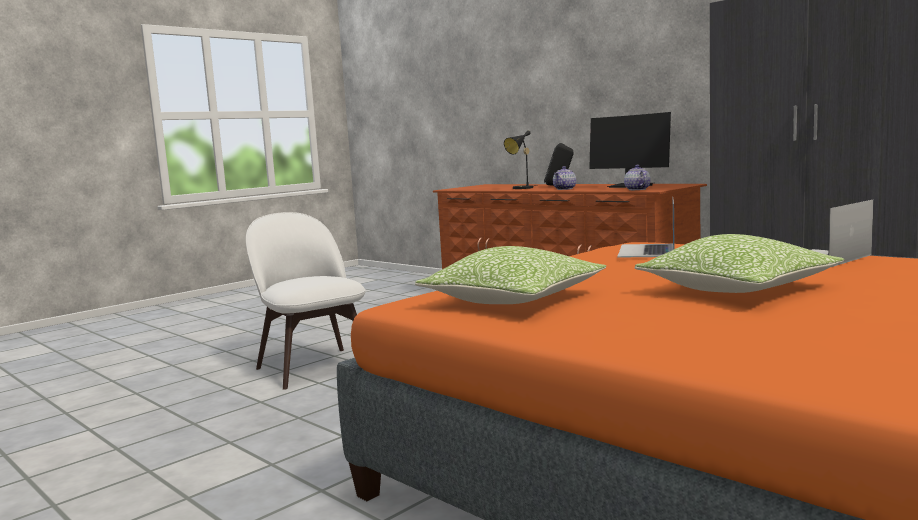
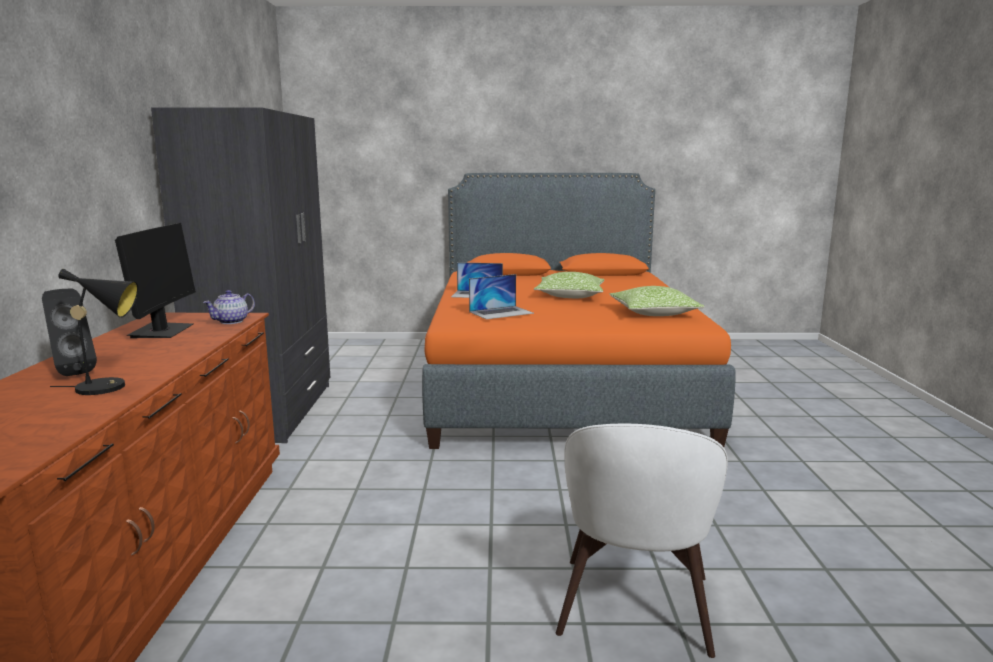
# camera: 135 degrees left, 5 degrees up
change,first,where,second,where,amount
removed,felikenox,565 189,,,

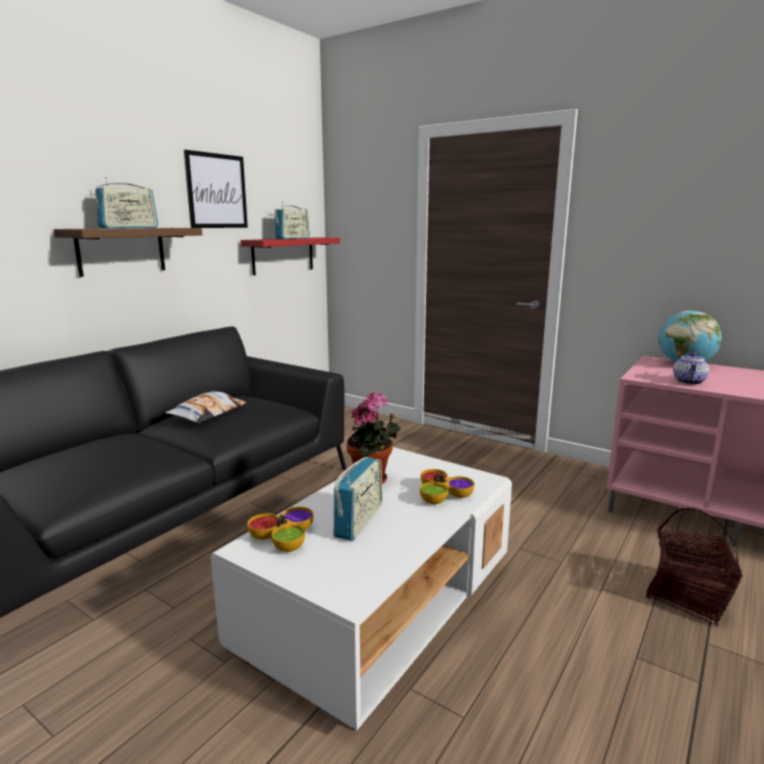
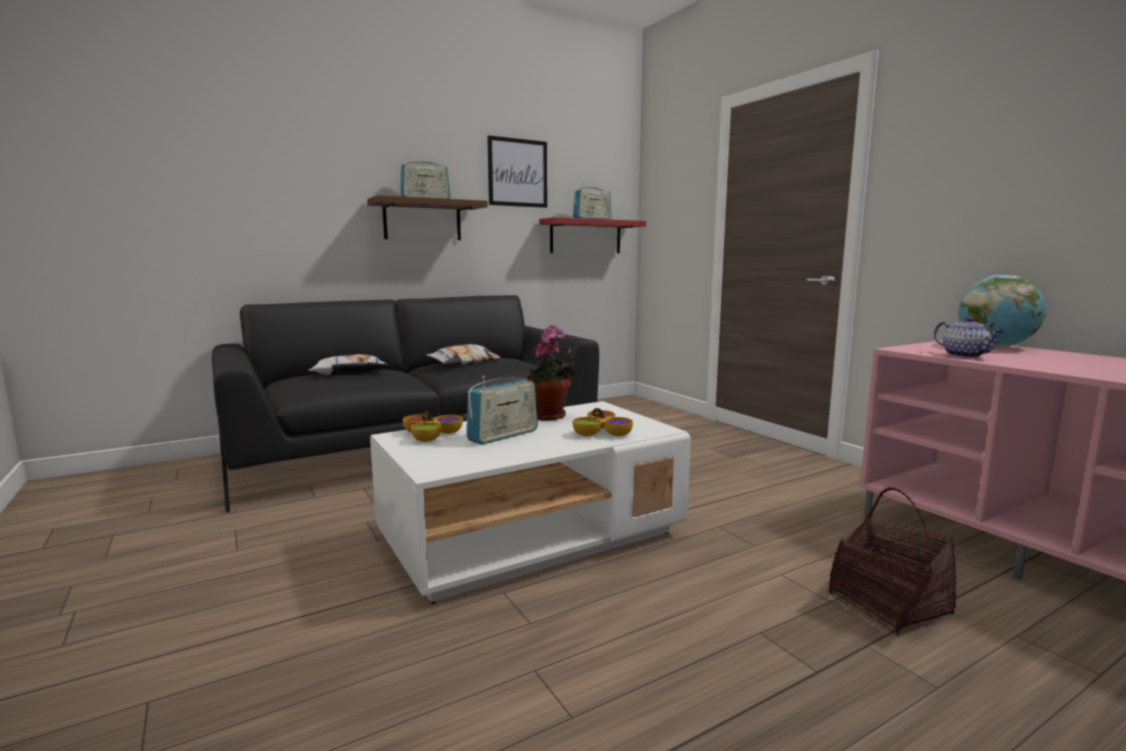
# camera: 25 degrees right, 5 degrees down
change,first,where,second,where,amount
added,,,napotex,349 372,
turned,felikenox,689 382,,965 355,75 degrees counterclockwise

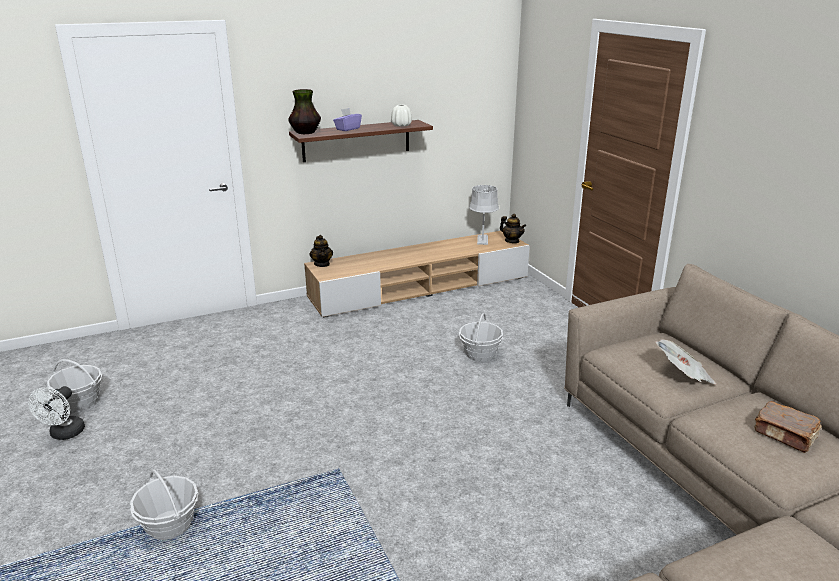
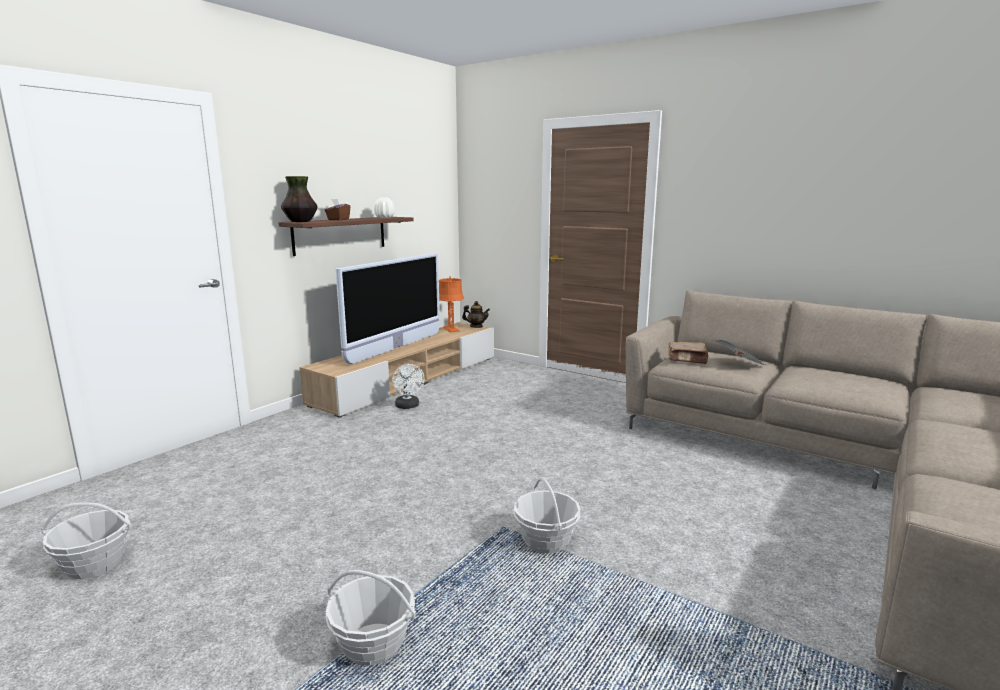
# camera: 30 degrees left, 10 degrees down
change,first,where,second,where,amount
recoloured,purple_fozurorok,347 129,brown_fozurorok,338 219,
added,,,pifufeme,396 348,
moved,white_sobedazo,64 434,,408 406,
recoloured,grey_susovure,482 240,orange_susovure,451 329,
moved,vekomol,480 353,,546 541,
moved,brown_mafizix,785 435,,687 359,
removed,felikenox,322 264,,,

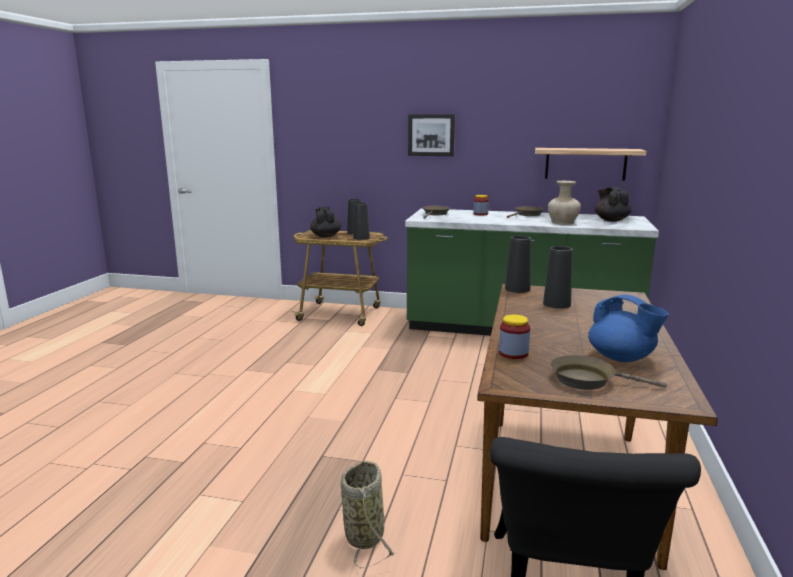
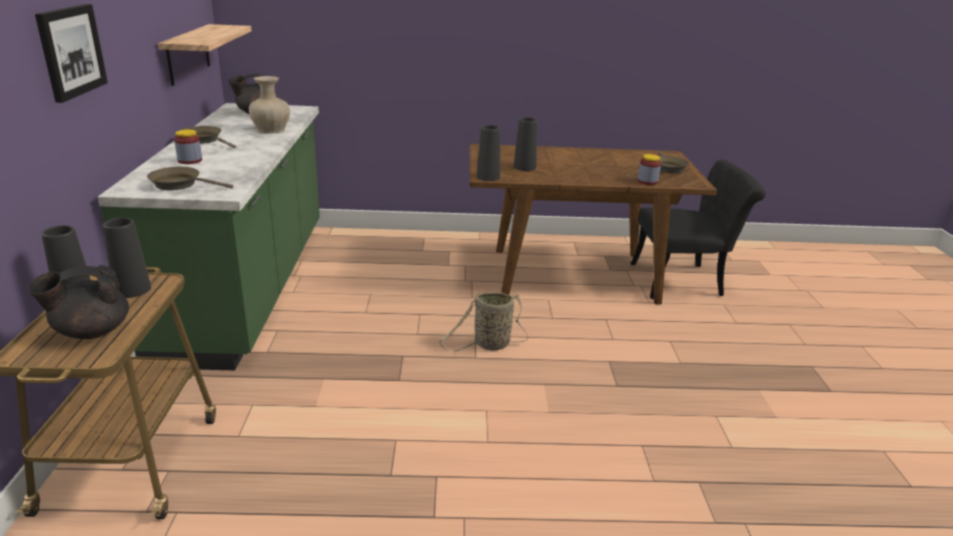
# camera: 105 degrees left, 10 degrees up
change,first,where,second,where,amount
moved,vekomol,364 534,,489 345,
removed,blue_felikenox,621 358,,,

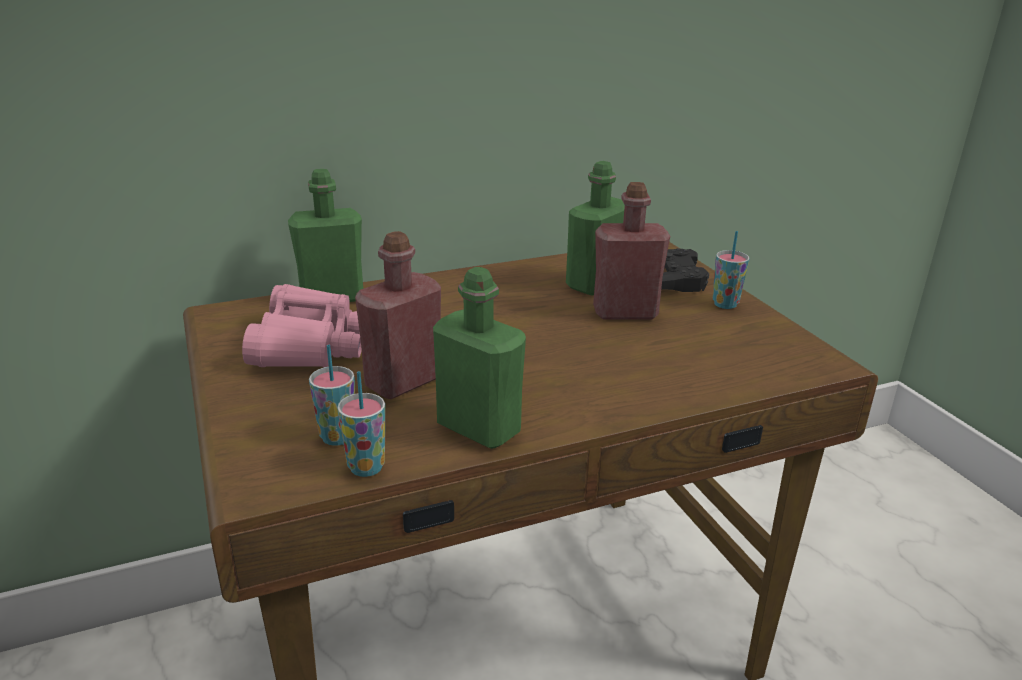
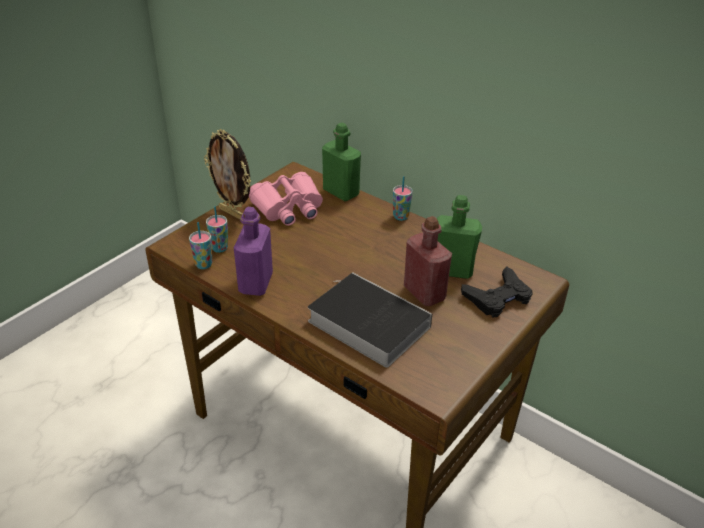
# camera: 60 degrees right, 10 degrees up
change,first,where,second,where,amount
added,,,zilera,233 214,
recoloured,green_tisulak,479 428,purple_tisulak,256 283,
added,,,mafizix,365 323,
moved,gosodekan,725 304,,400 217,
removed,red_tisulak,403 382,,,

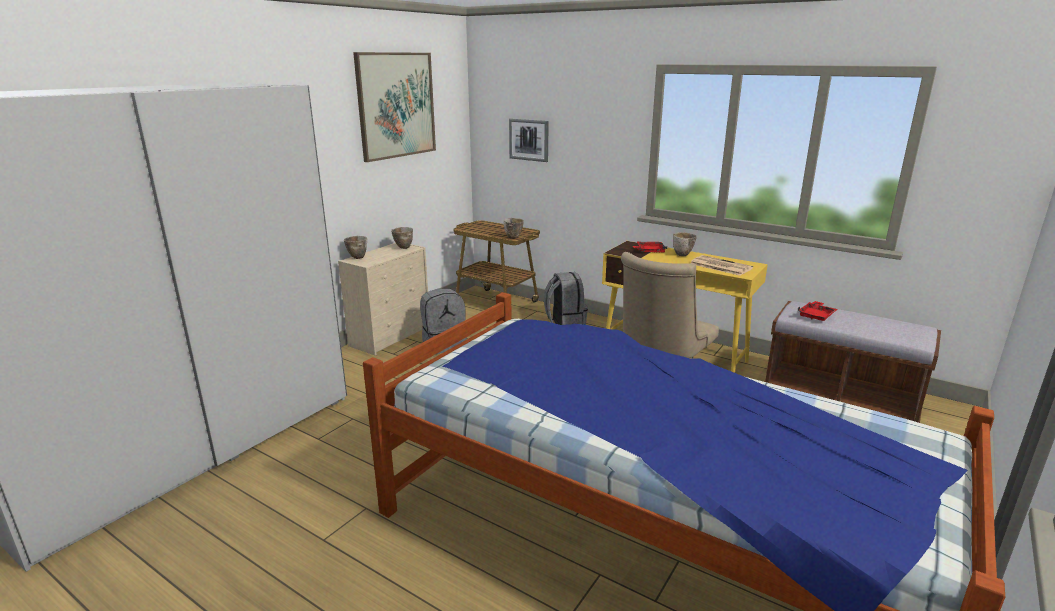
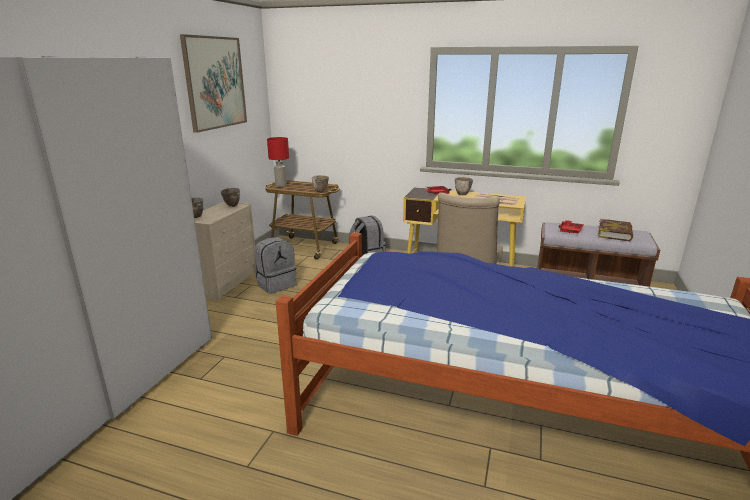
# camera: 15 degrees left, 0 degrees up
change,first,where,second,where,amount
added,,,red_susovure,280 185,
added,,,mafizix,615 233,
removed,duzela,529 140,,,

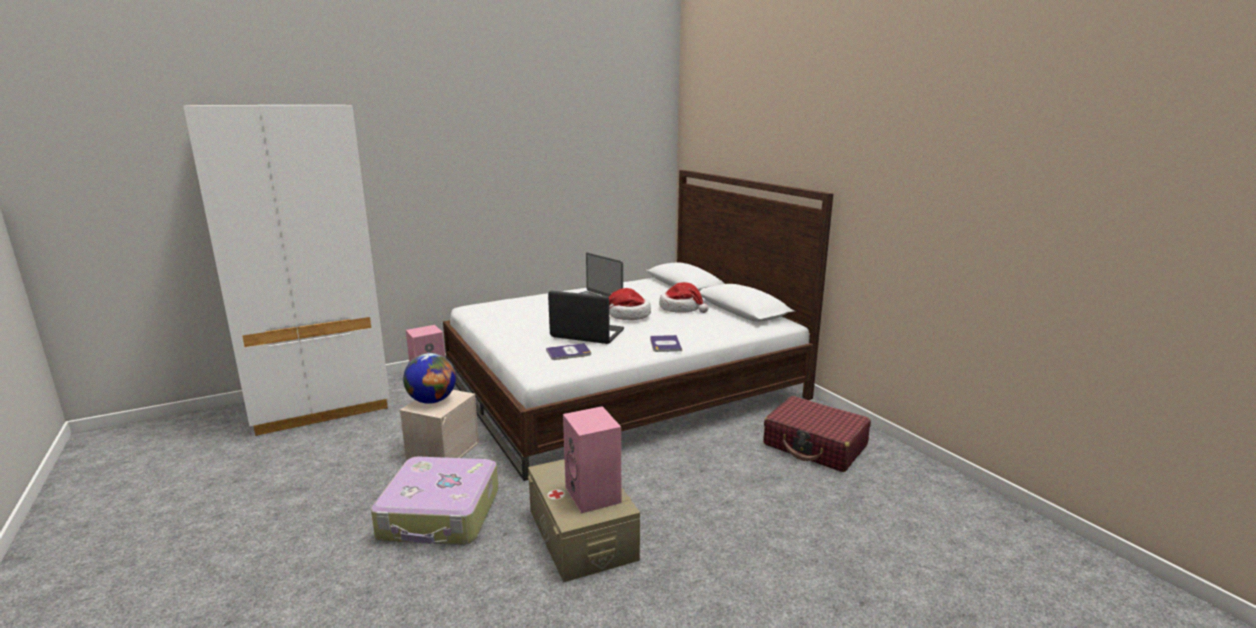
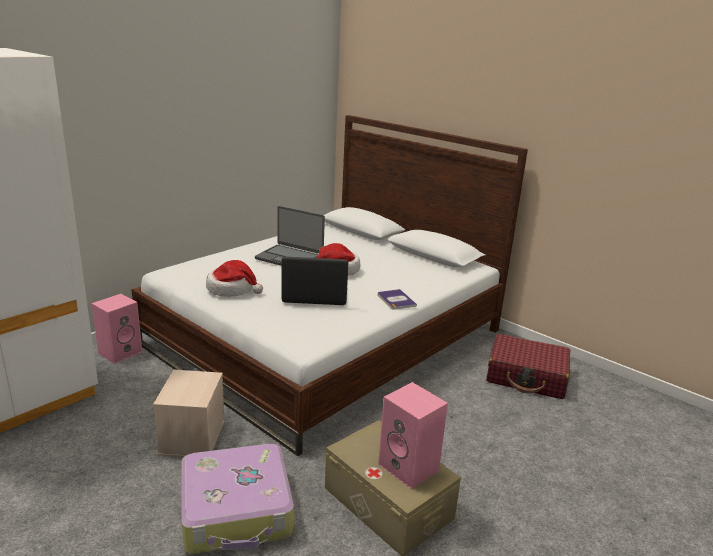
# camera: 20 degrees left, 5 degrees up
change,first,where,second,where,amount
moved,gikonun,681 308,,232 289,
removed,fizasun,432 401,,,
removed,mafizix,568 352,,,

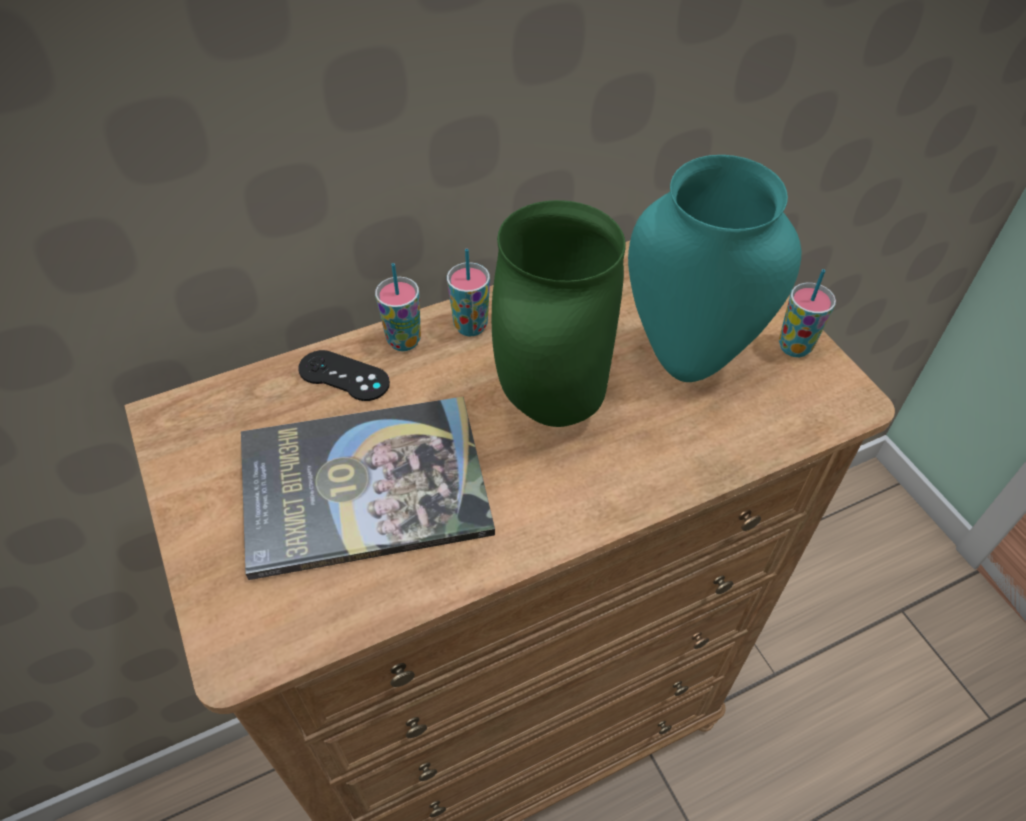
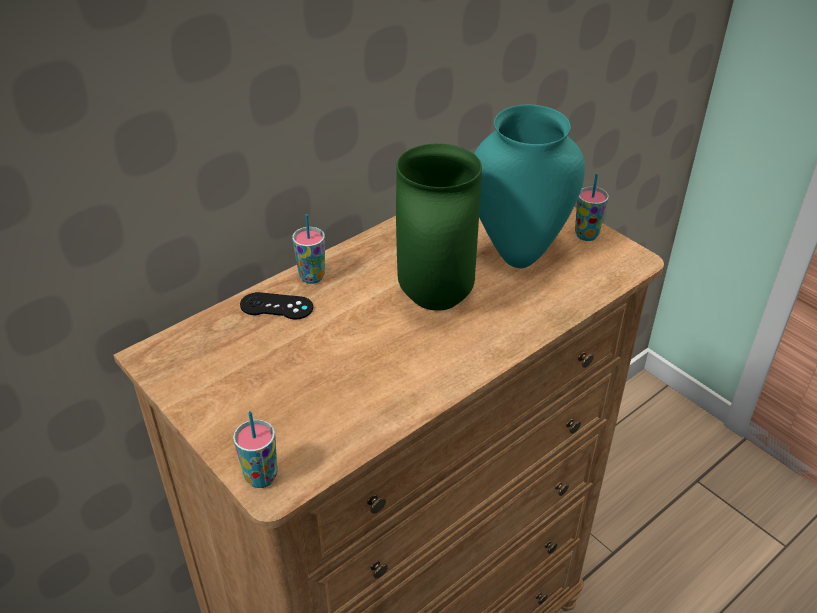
# camera: 15 degrees left, 10 degrees down
change,first,where,second,where,amount
moved,gosodekan,471 326,,261 477,
removed,mafizix,364 485,,,

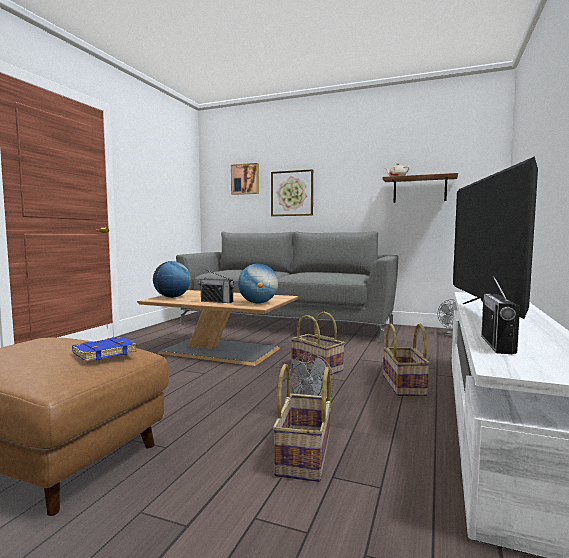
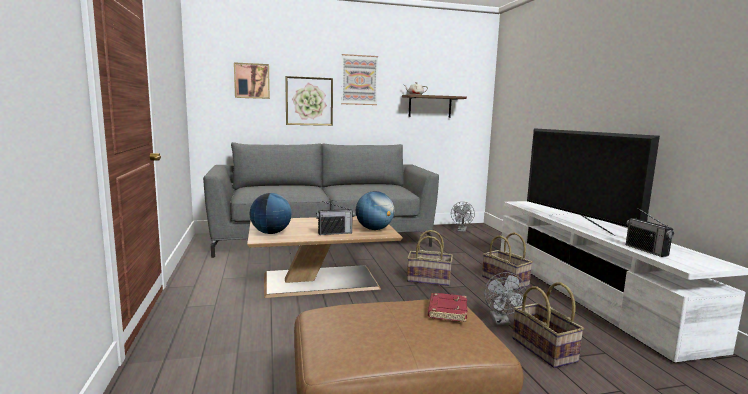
# camera: 35 degrees left, 5 degrees up
change,first,where,second,where,amount
added,,,duzela,359 80,
recoloured,blue_mafizix,105 353,red_mafizix,446 310,

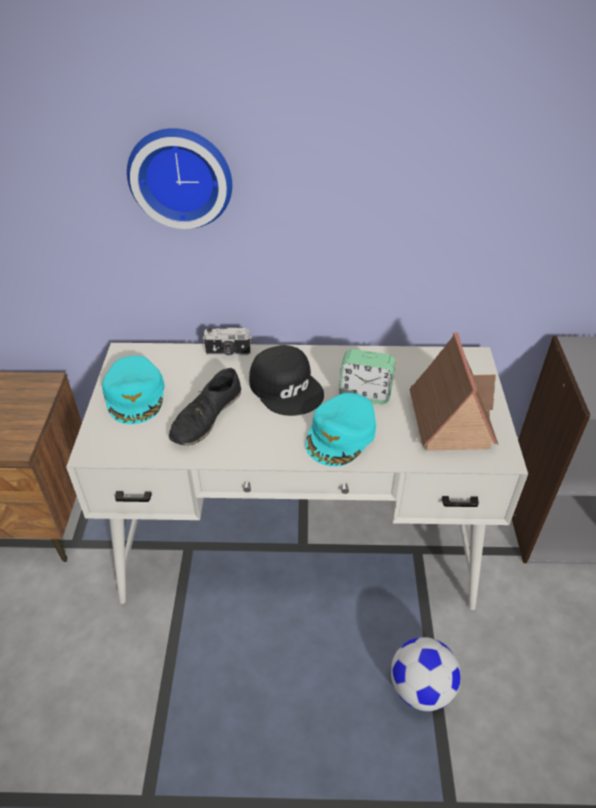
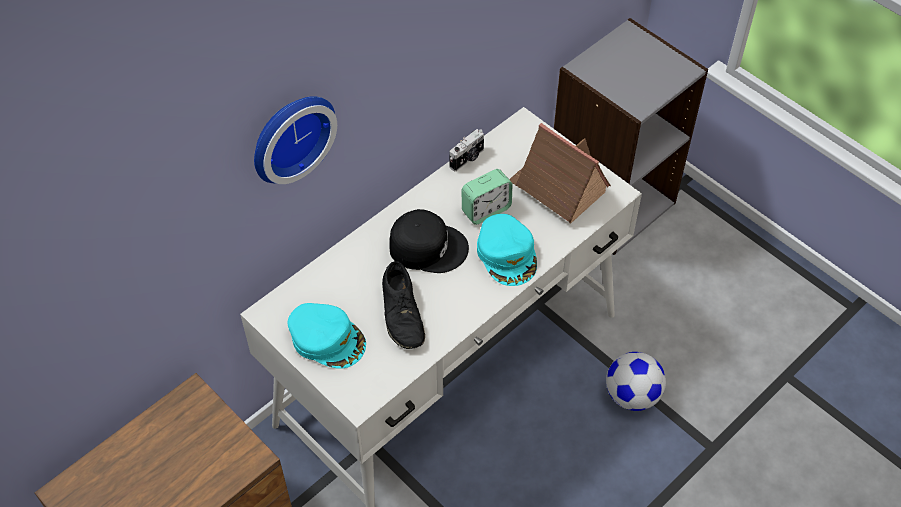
# camera: 45 degrees left, 10 degrees up
change,first,where,second,where,amount
moved,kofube,228 353,,467 159,

